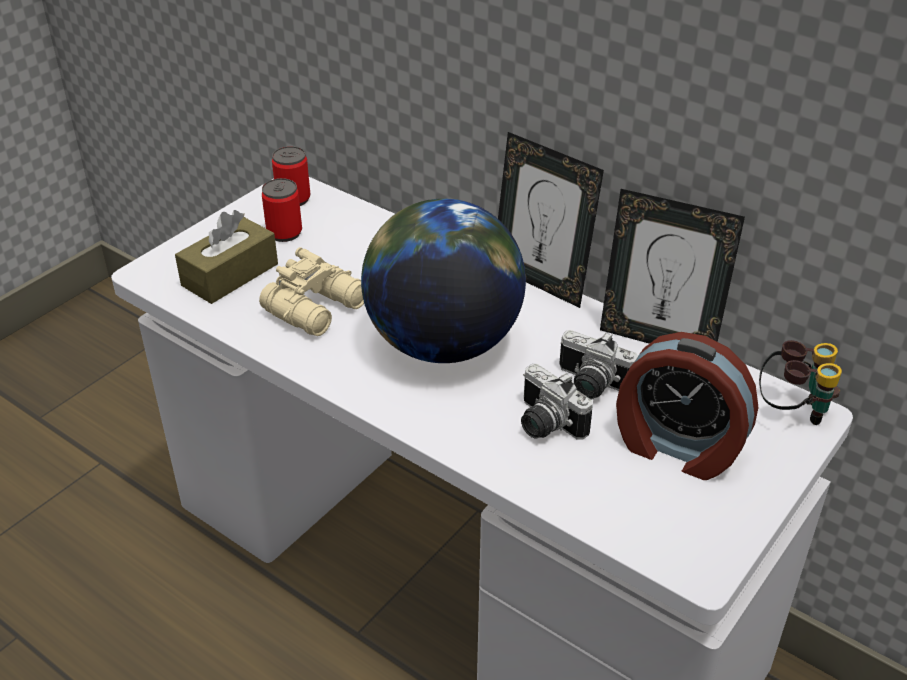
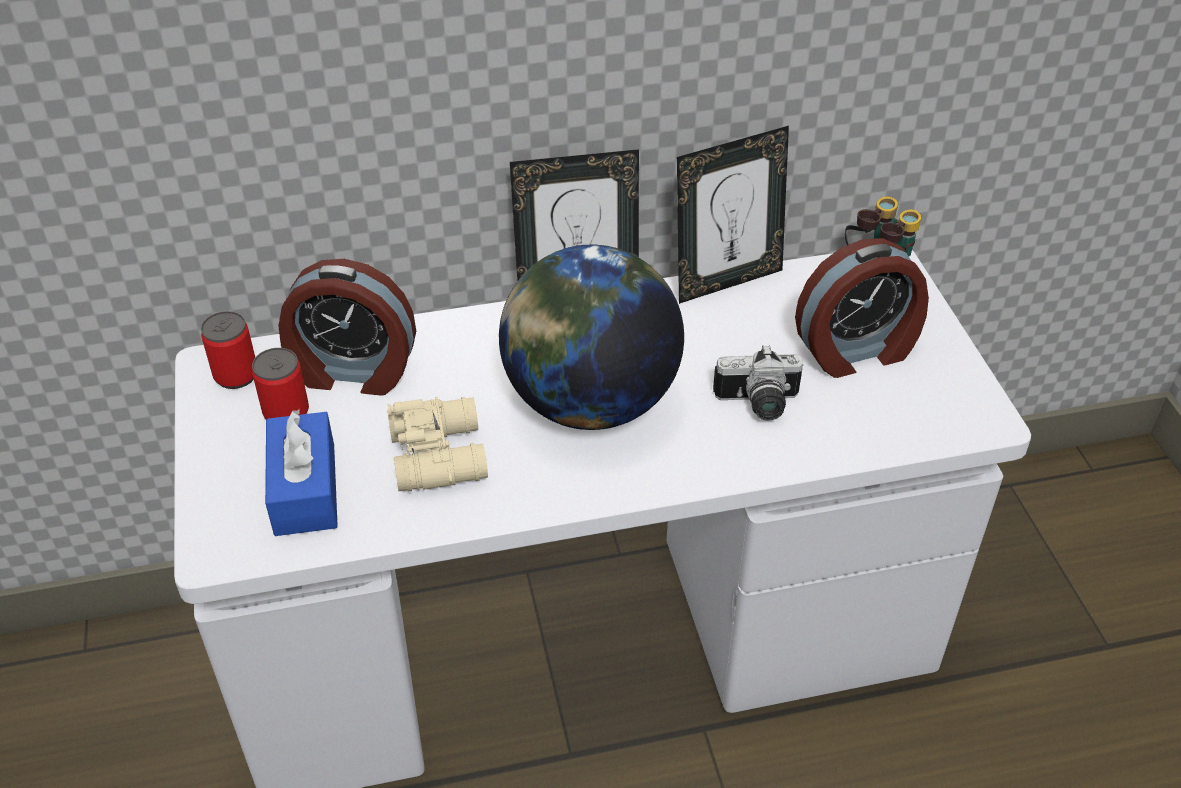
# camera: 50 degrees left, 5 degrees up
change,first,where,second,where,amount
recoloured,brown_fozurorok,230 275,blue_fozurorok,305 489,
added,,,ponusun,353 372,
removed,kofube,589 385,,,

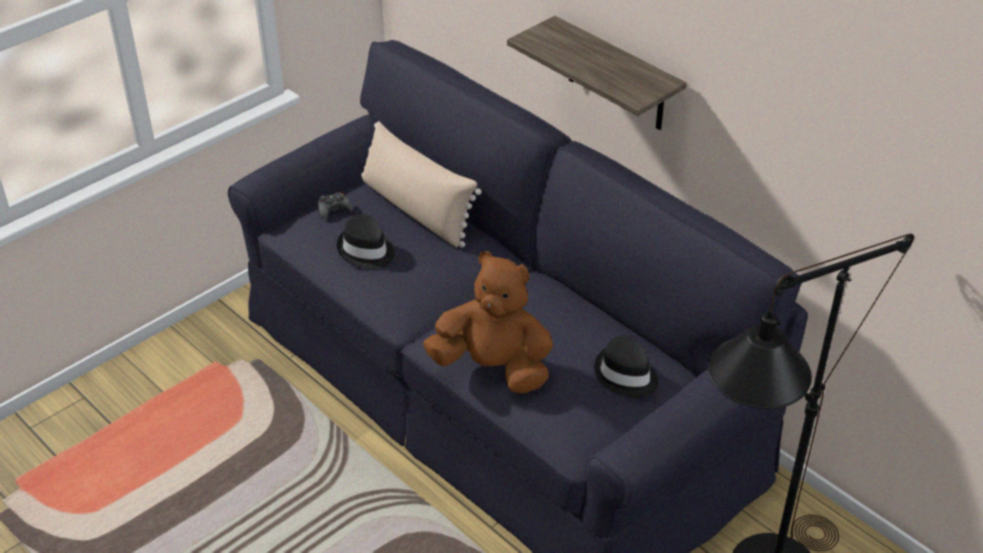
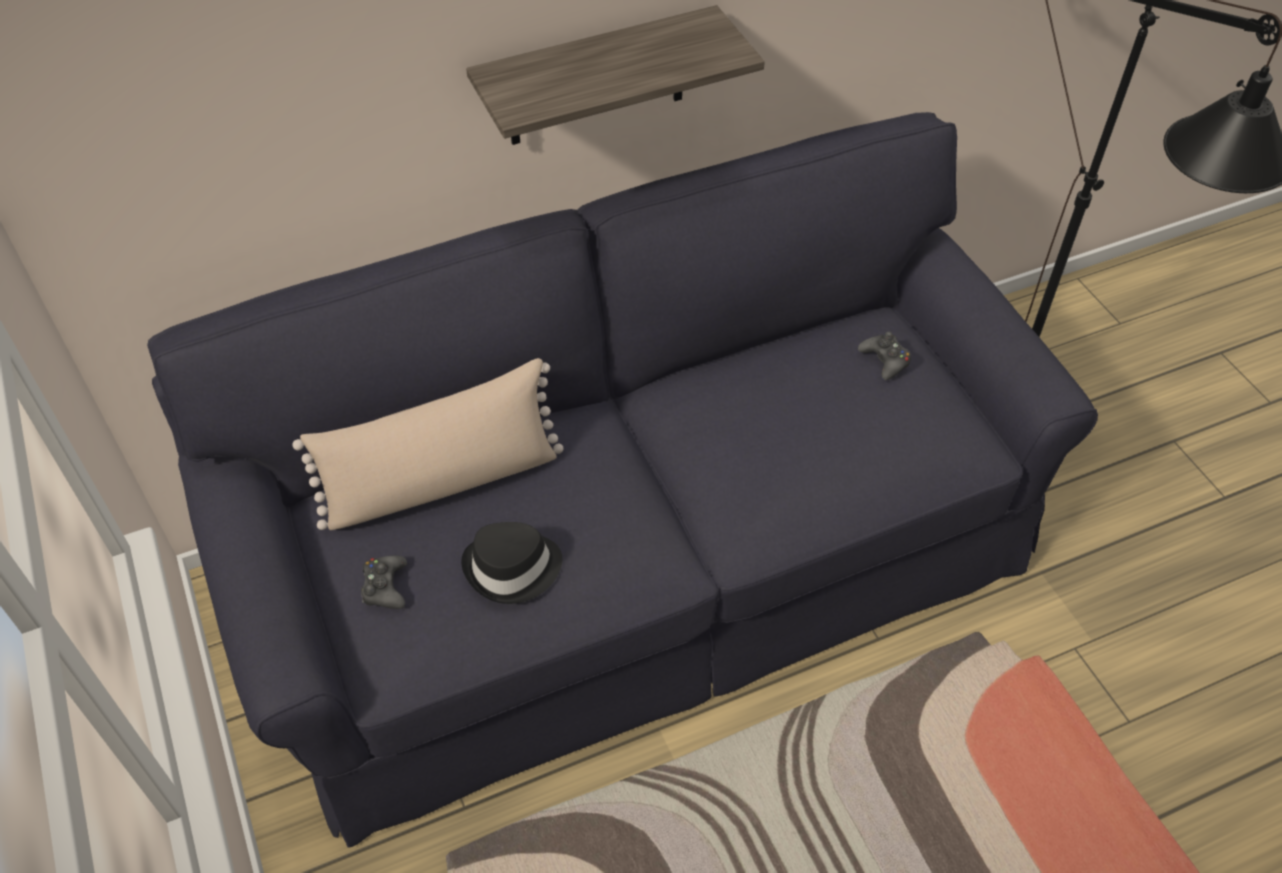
# camera: 70 degrees left, 10 degrees up
change,first,where,second,where,amount
replaced,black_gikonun,626 375,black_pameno,885 360,
removed,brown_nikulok,493 368,,,

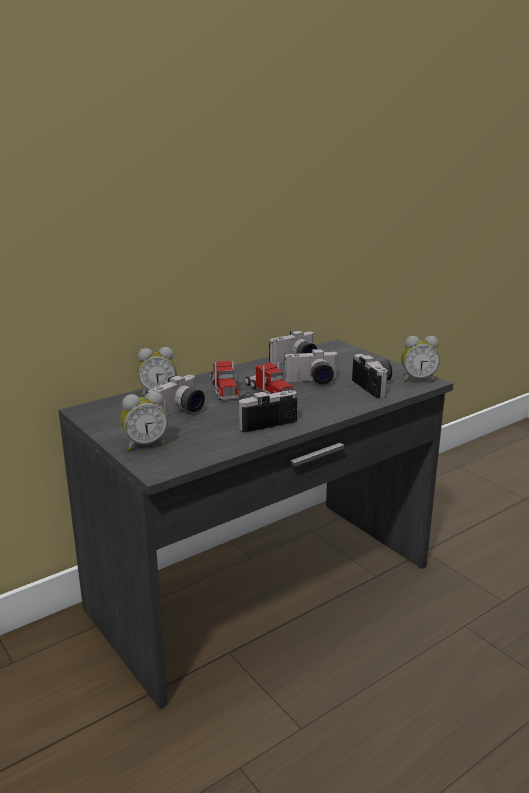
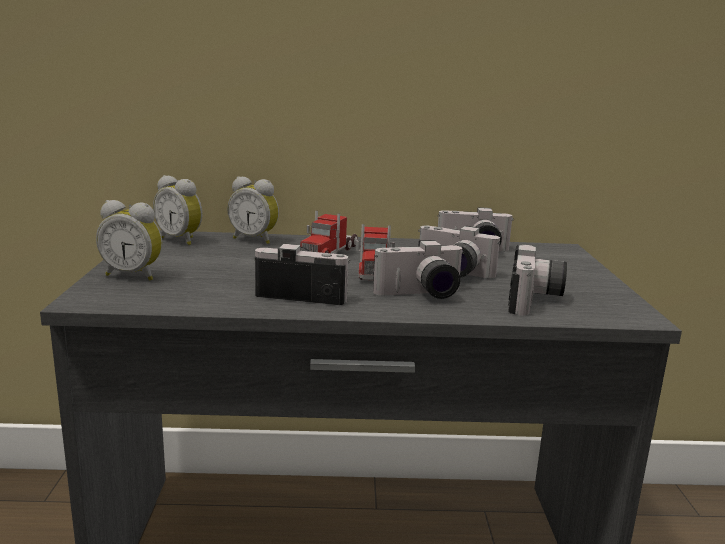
# camera: 35 degrees right, 5 degrees down
change,first,where,second,where,amount
moved,ponusun,417 379,,181 240,
moved,kofube,179 412,,421 295,

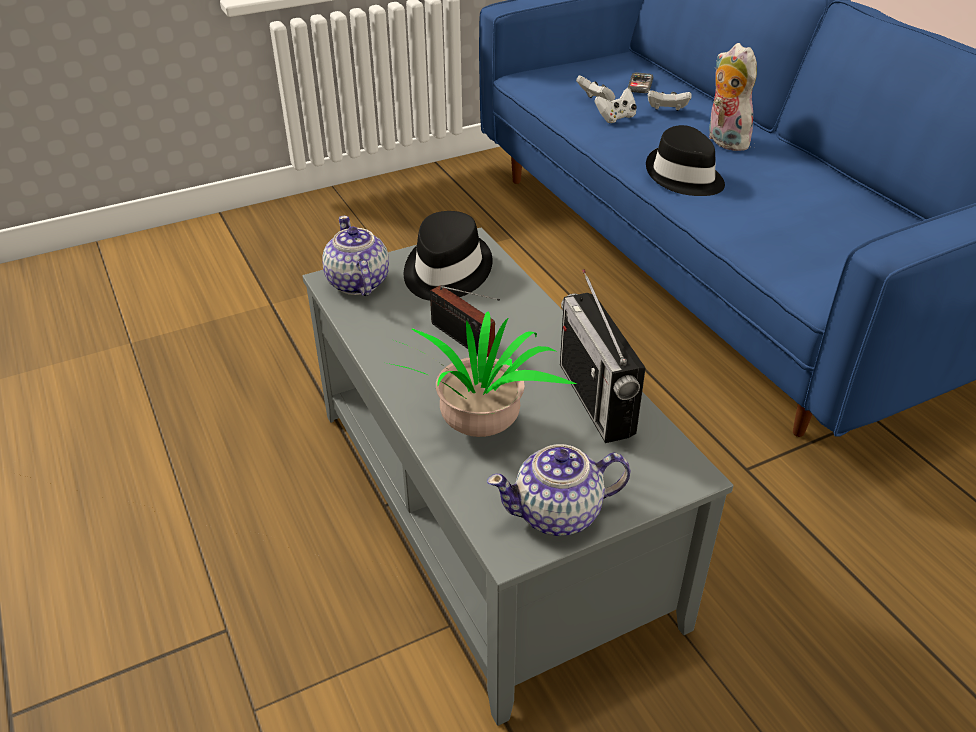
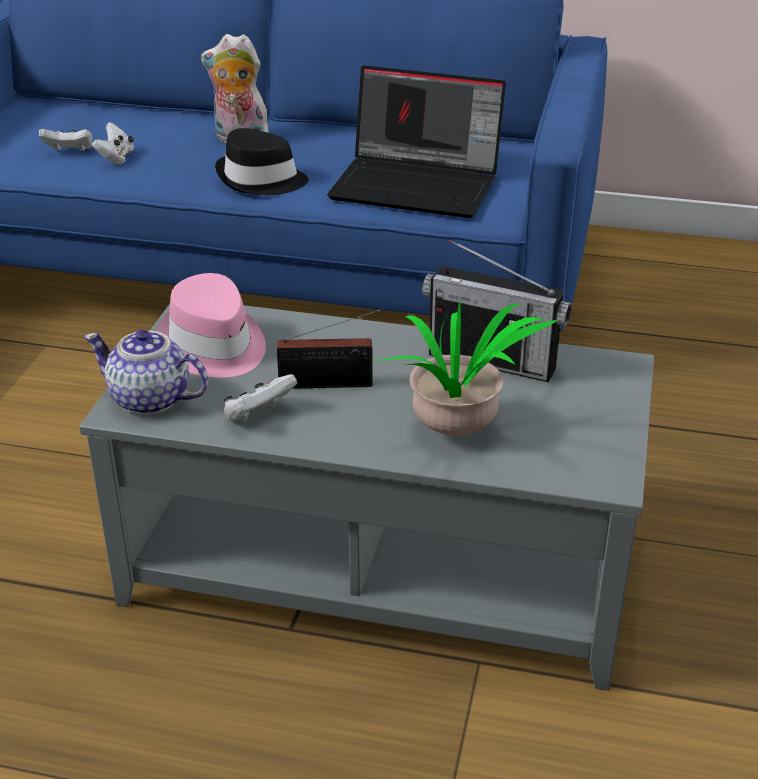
# camera: 50 degrees left, 5 degrees down
change,first,where,second,where,amount
recoloured,black_gikonun,445 271,pink_gikonun,213 345,
moved,white_pameno,667 110,,258 415,
added,,,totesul,418 185,
removed,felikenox,559 513,,,
removed,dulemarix,640 84,,,

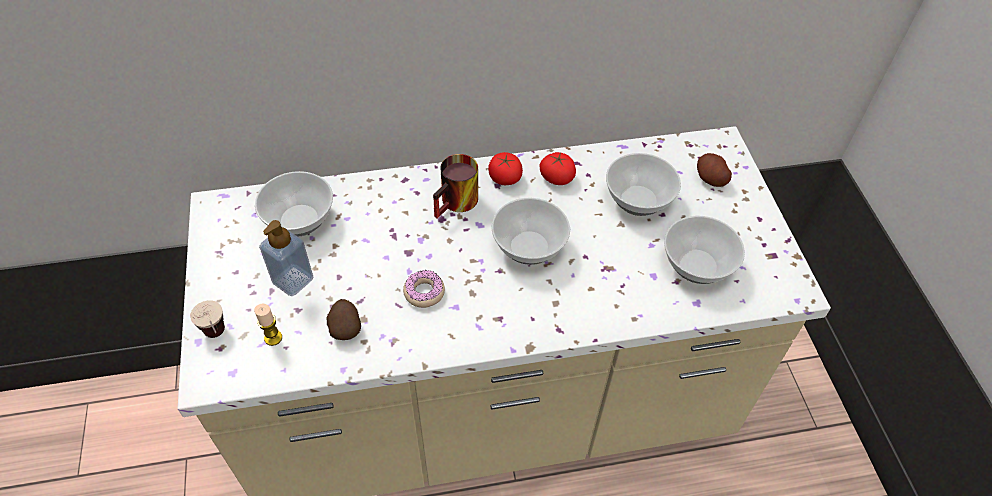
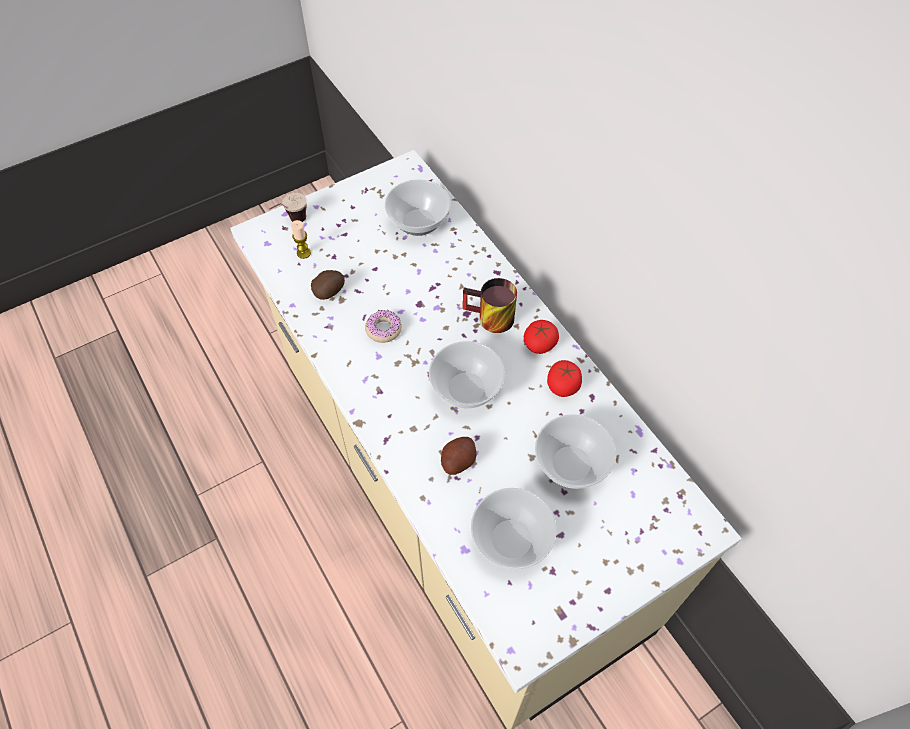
# camera: 70 degrees right, 5 degrees up
change,first,where,second,where,amount
moved,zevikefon,710 178,,458 461,
removed,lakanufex,293 280,,,

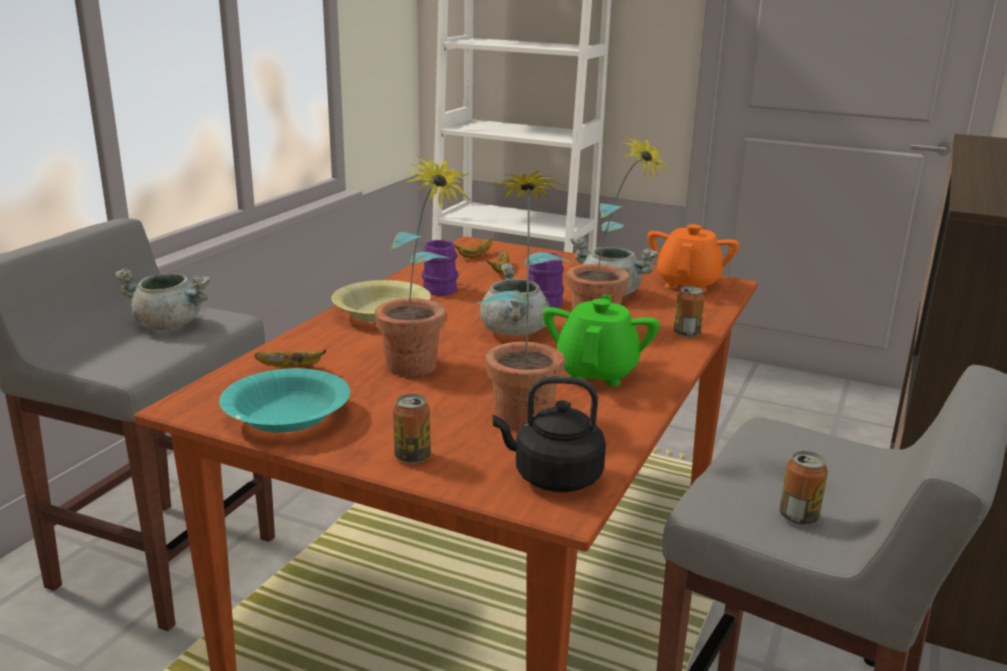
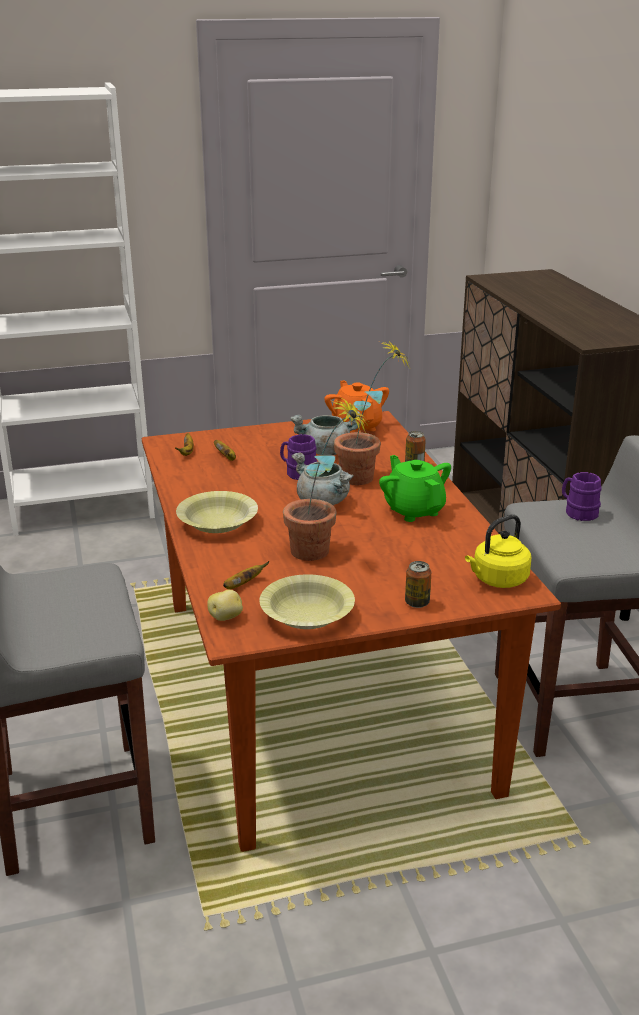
# camera: 40 degrees left, 5 degrees up
change,first,where,second,where,amount
added,,,zevikefon,226 617,
recoloured,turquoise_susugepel,286 416,yellow_susugepel,307 614,
recoloured,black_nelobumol,553 477,yellow_nelobumol,497 580,
moved,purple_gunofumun,440 287,,577 512,
removed,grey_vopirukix,170 325,,,
removed,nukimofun,523 409,,,
removed,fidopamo,798 517,,,

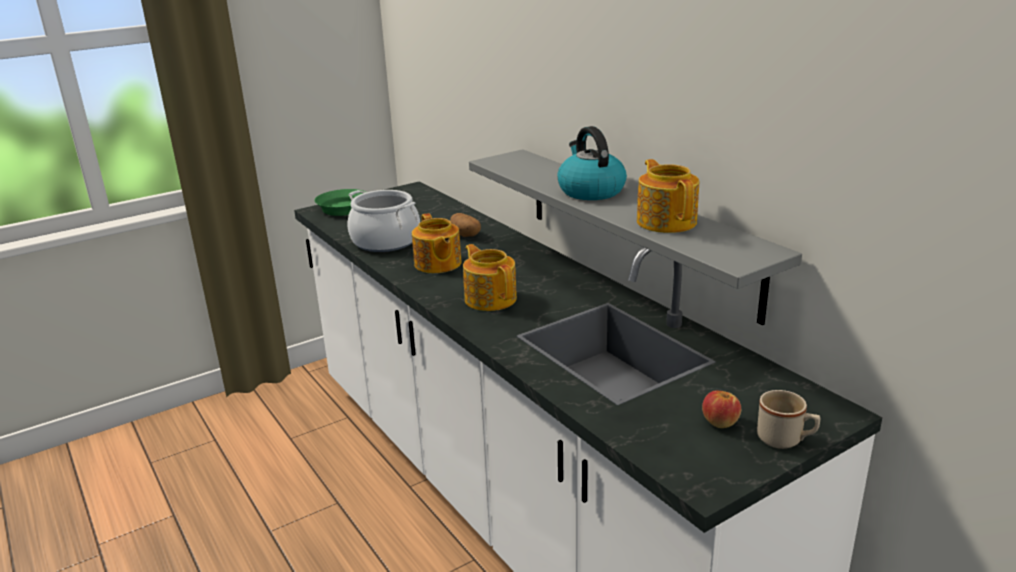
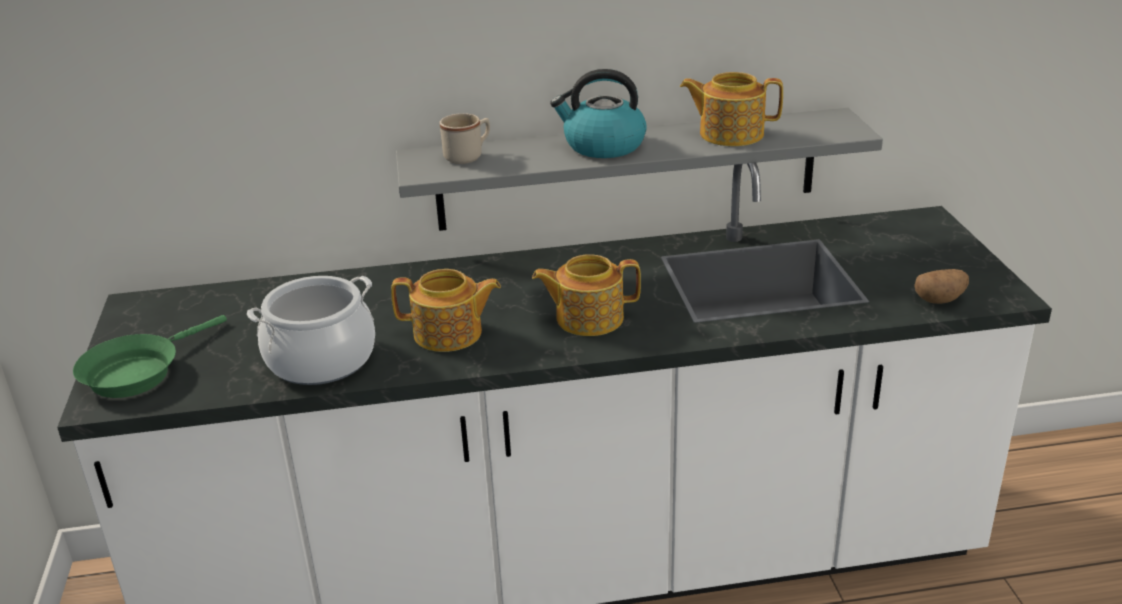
# camera: 65 degrees left, 5 degrees up
change,first,where,second,where,amount
moved,beige_gunofumun,785 440,,468 156,
moved,zevikefon,466 235,,939 300,
removed,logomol,720 422,,,

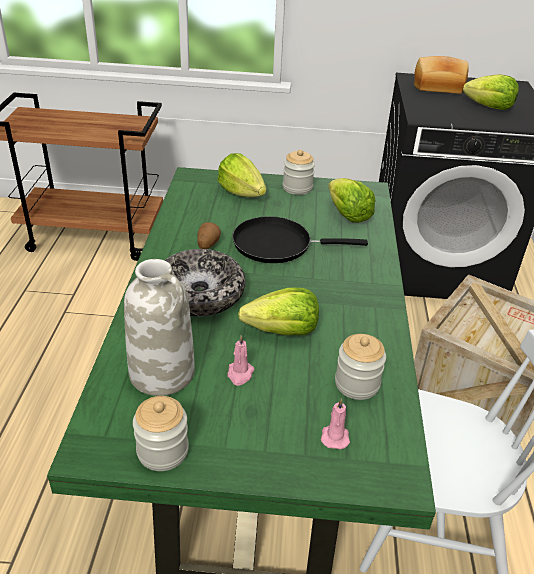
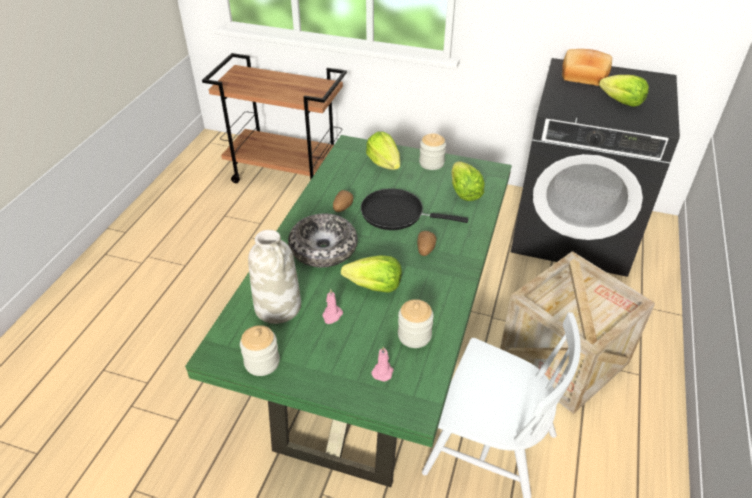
# camera: 15 degrees right, 5 degrees up
change,first,where,second,where,amount
added,,,zevikefon,425 249,

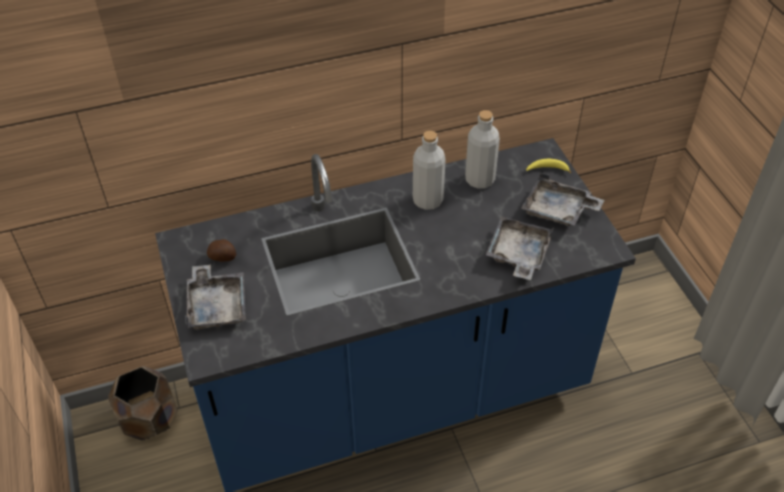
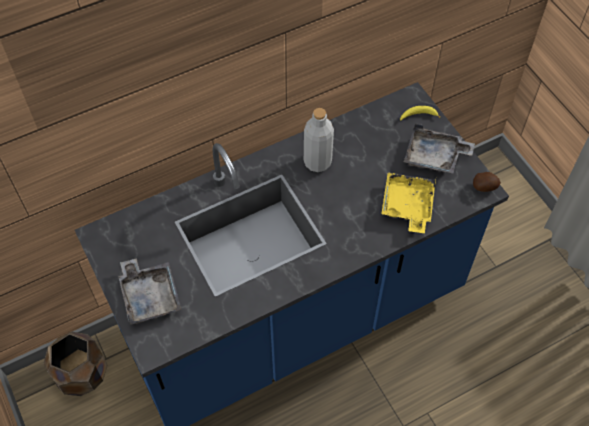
# camera: 10 degrees left, 10 degrees up
change,first,where,second,where,amount
recoloured,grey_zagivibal,518 254,yellow_zagivibal,407 206,
moved,zevikefon,223 257,,485 187,
removed,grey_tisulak,479 179,,,

